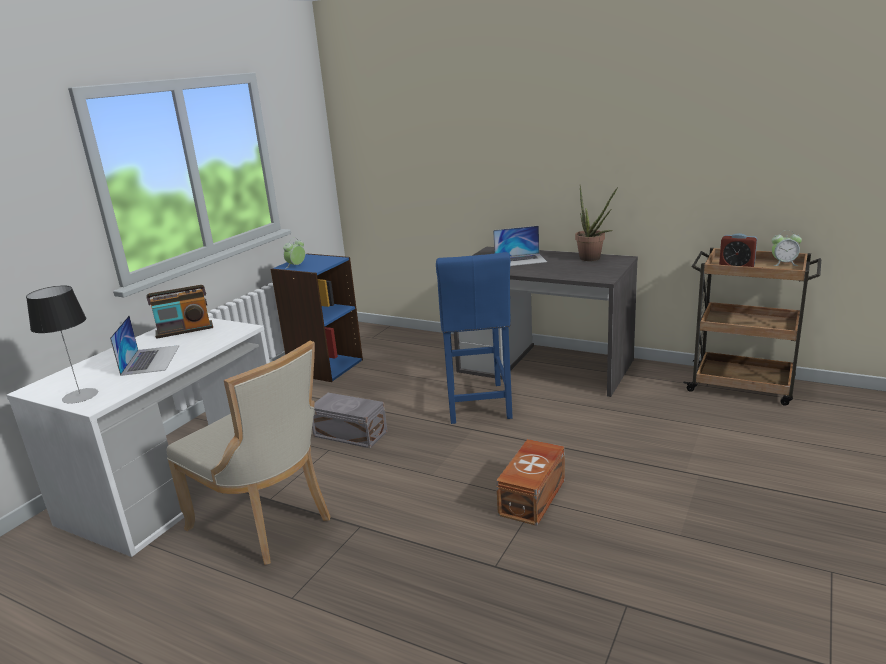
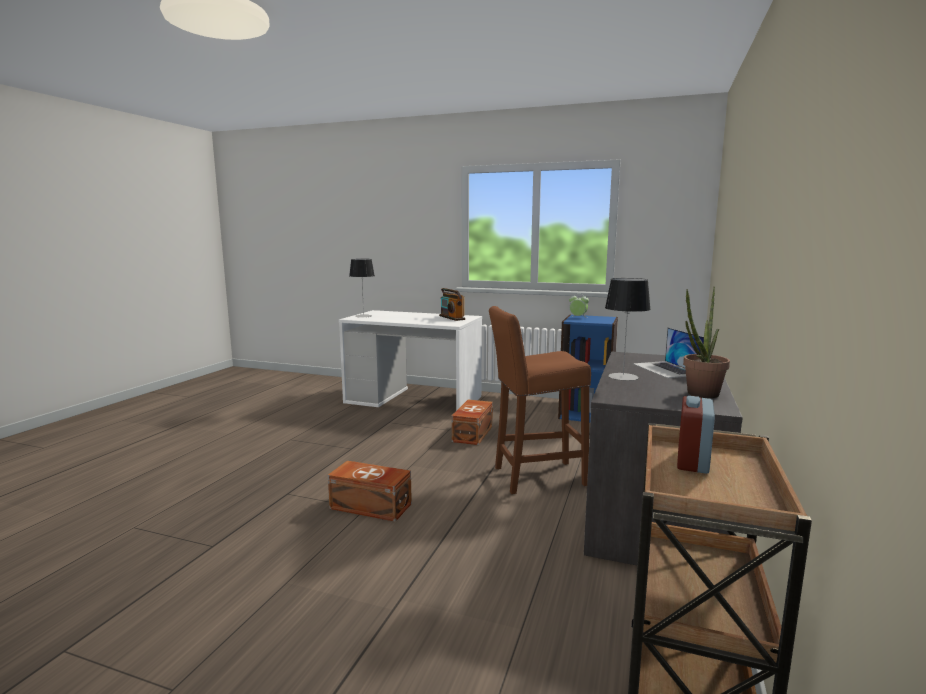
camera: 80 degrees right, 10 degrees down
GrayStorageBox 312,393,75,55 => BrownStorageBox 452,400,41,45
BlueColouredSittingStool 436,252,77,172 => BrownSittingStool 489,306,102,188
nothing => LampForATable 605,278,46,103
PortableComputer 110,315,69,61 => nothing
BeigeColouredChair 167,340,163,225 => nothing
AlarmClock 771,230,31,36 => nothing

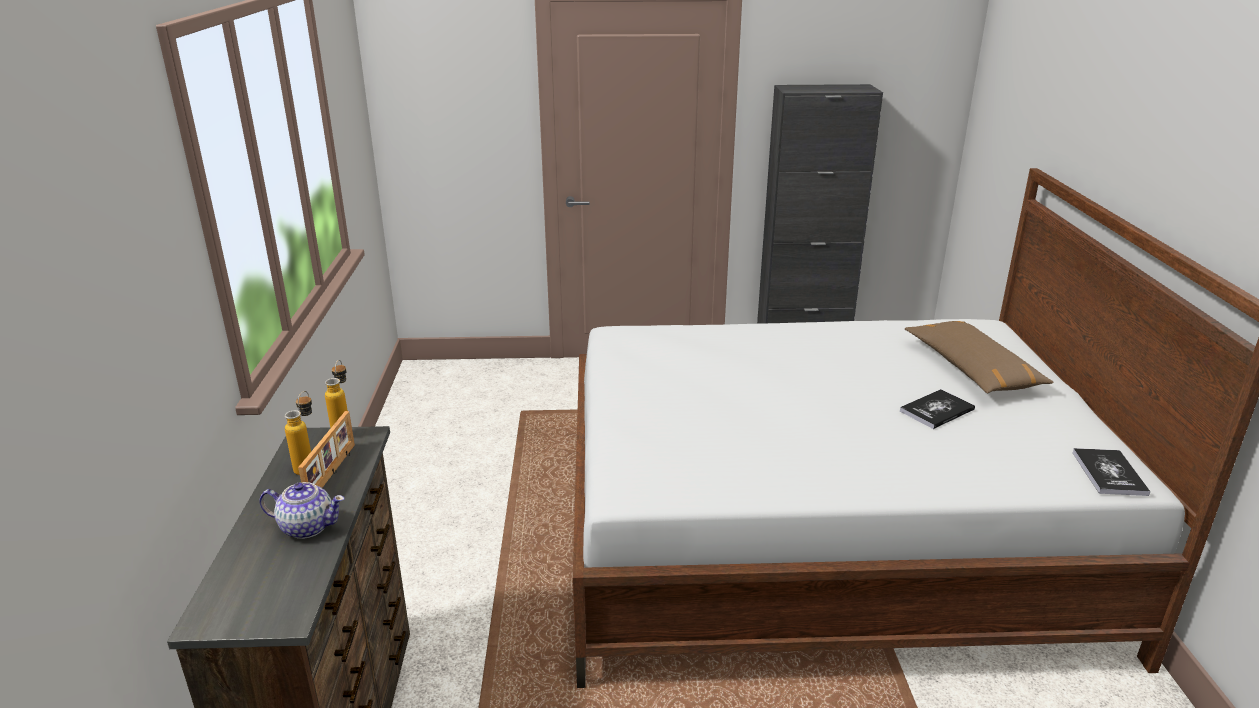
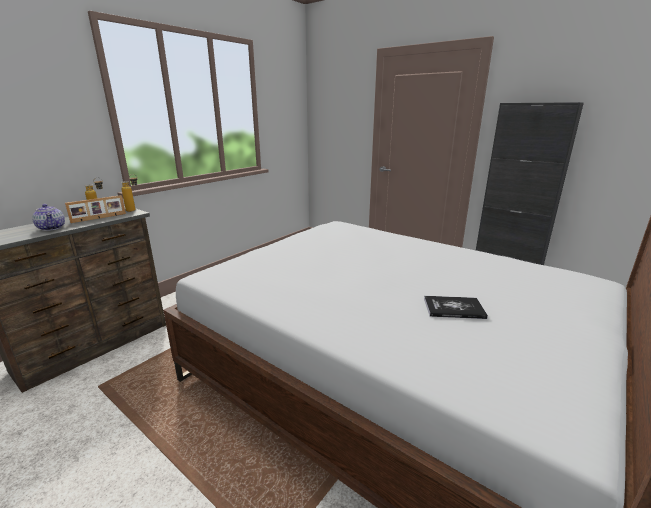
camera: 40 degrees right, 5 degrees down
BrownCushion 905,321,149,73 => nothing
Volume 1072,448,78,48 => nothing

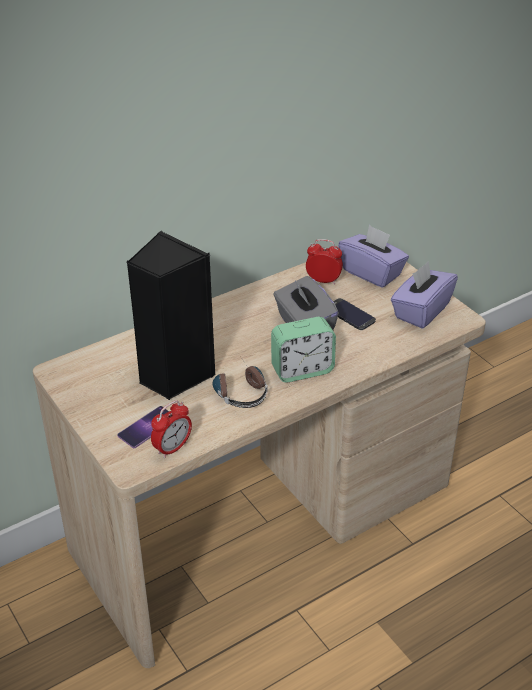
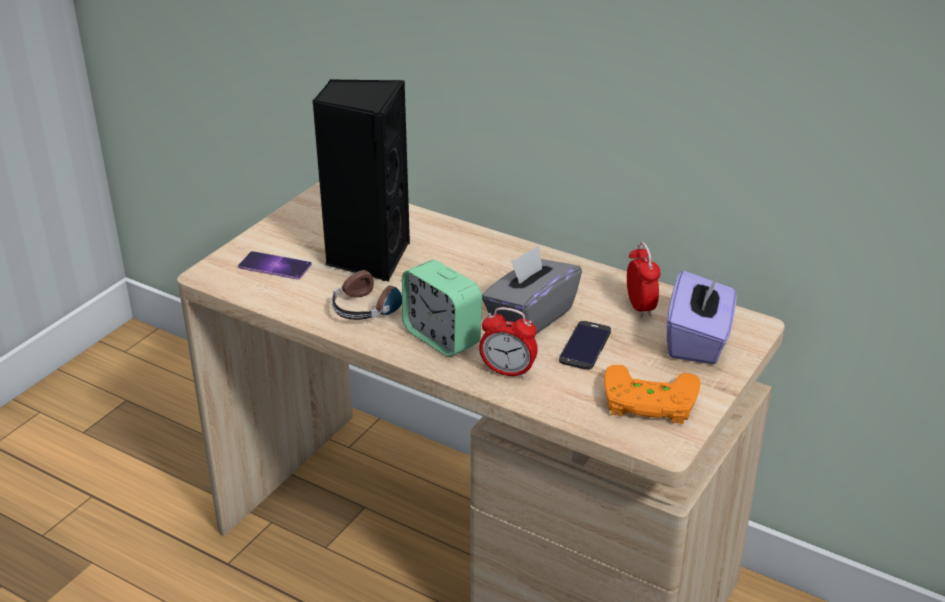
camera: 65 degrees right, 5 degrees down
AlarmClock 151,400,41,58 => AlarmClock 479,307,59,72, shifted
PurpleColouredTissueBox 391,261,67,67 => OrangeyGameController 604,365,96,59

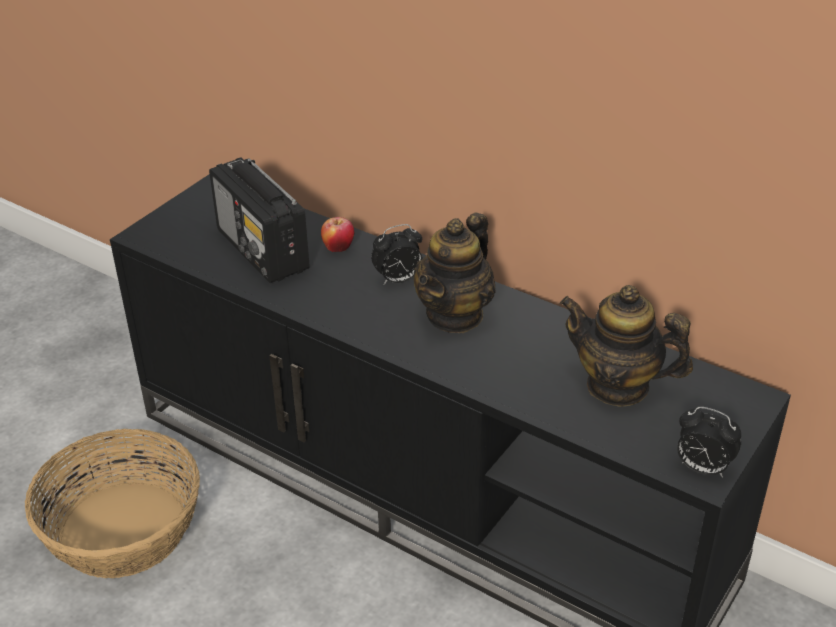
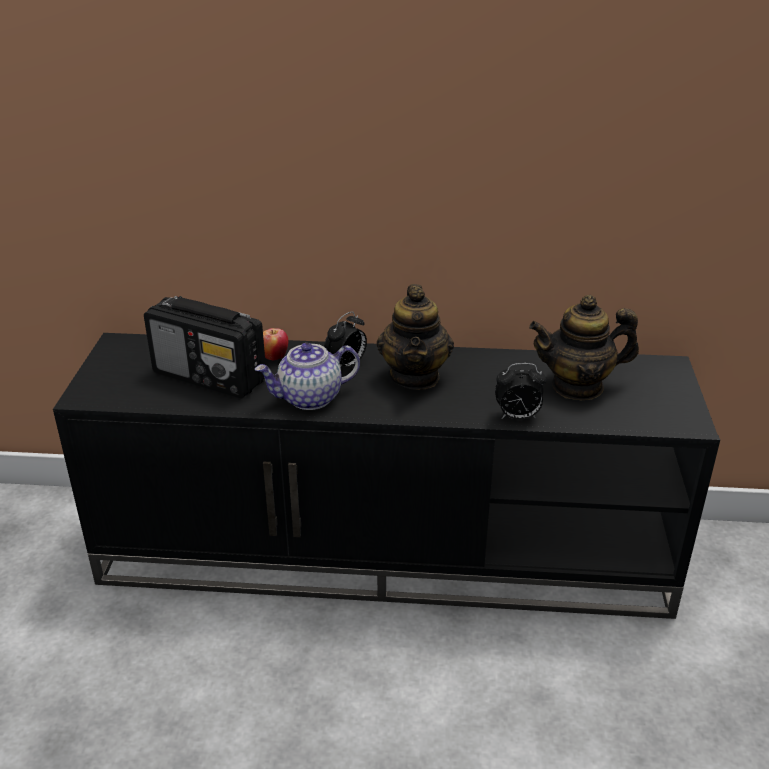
camera: 30 degrees left, 5 degrees down
nothing => PotForTea 255,343,105,67
AlarmClock 677,407,64,70 => AlarmClock 495,363,51,57, shifted
HouseholdBasket 25,429,175,149 => nothing

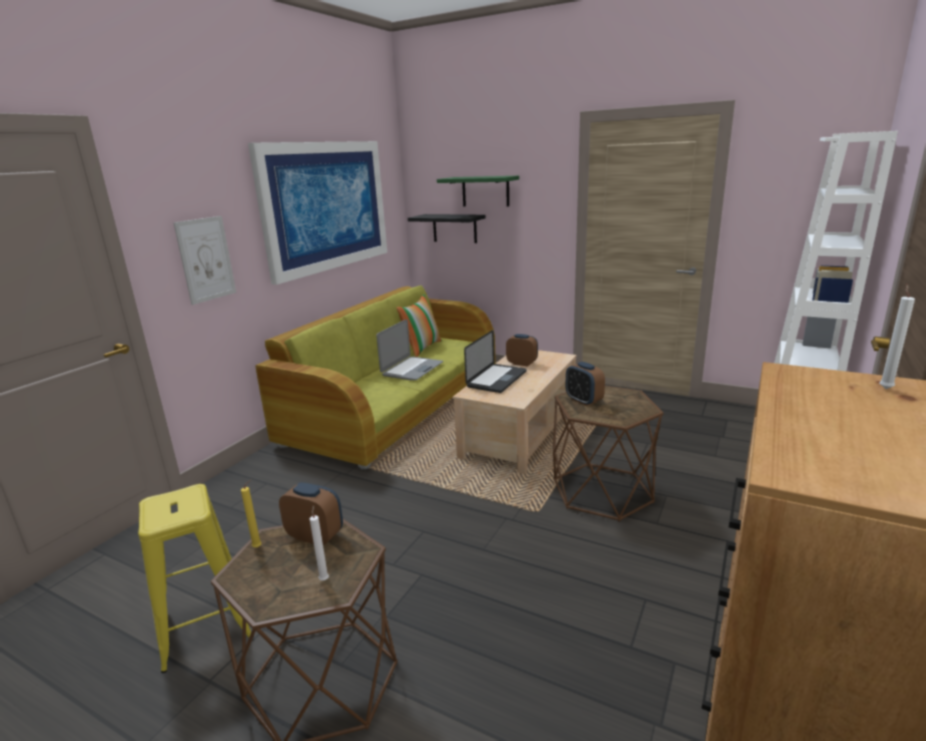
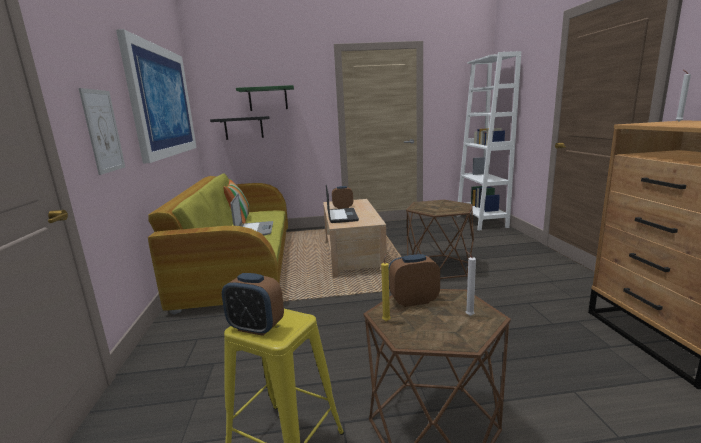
camera: 35 degrees left, 5 degrees down
AlarmClock 565,362,40,44 => AlarmClock 222,273,62,63, shifted

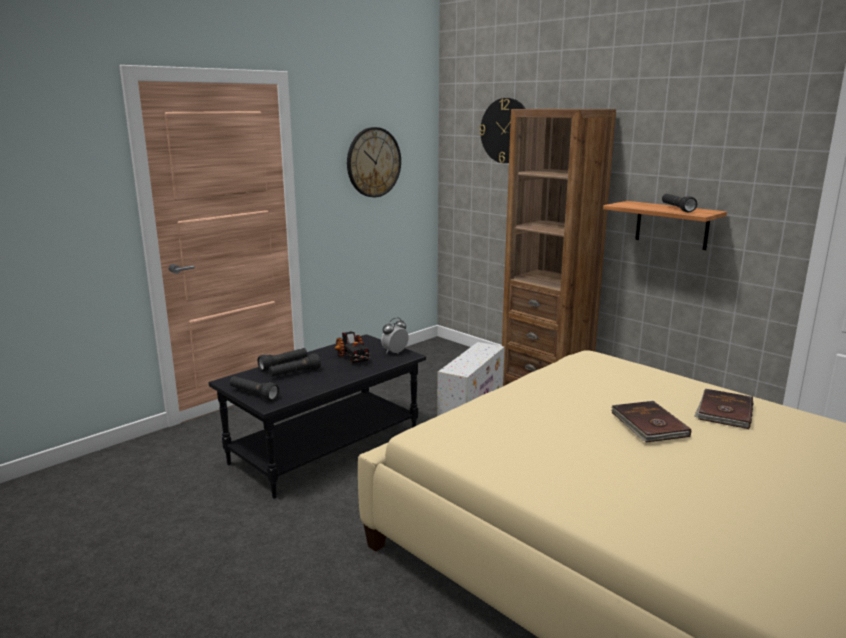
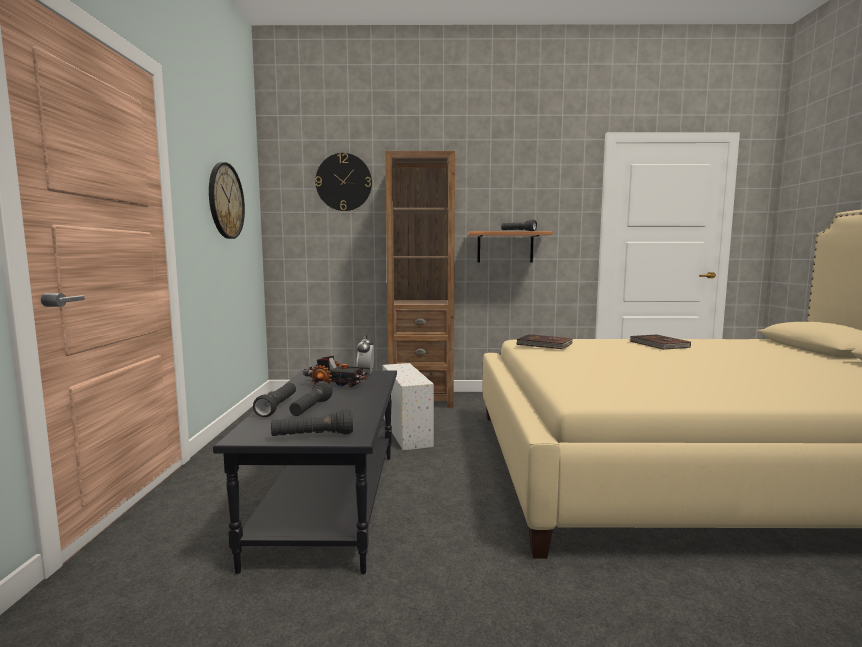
camera: 45 degrees left, 10 degrees down
BrownVolume 611,401,80,42 => BrownVolume 516,334,57,15, shifted

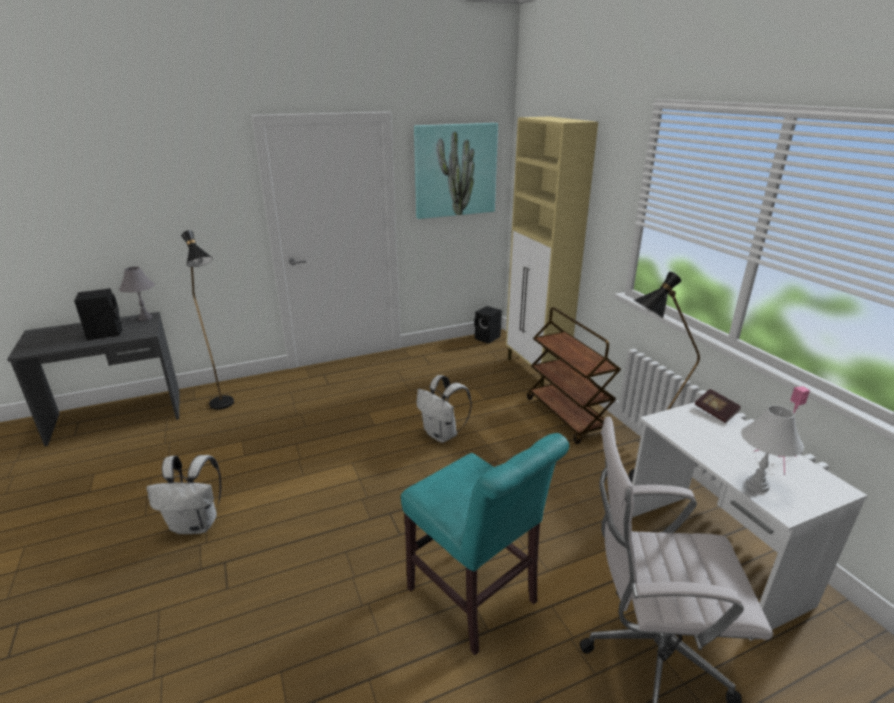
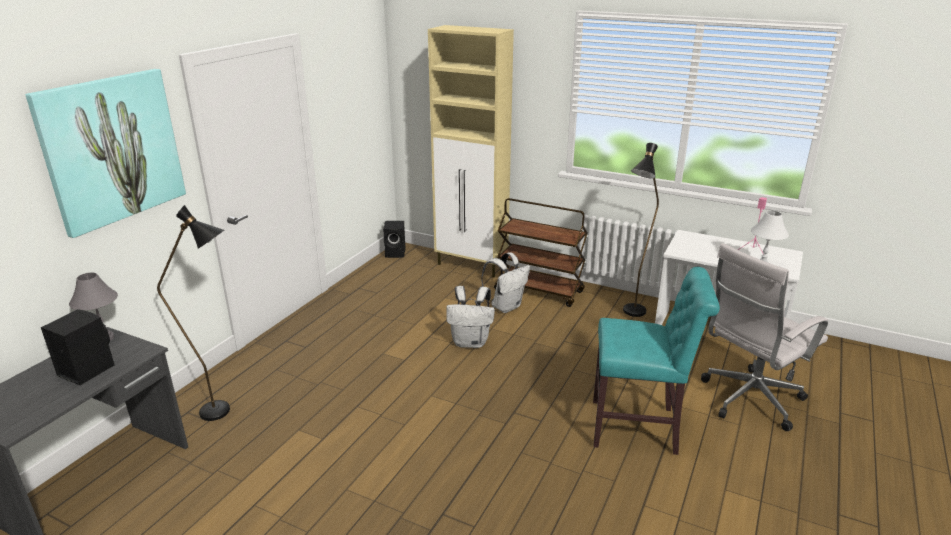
camera: 40 degrees left, 0 degrees up
Picture 414,123,84,96 => Picture 25,69,161,169, shifted
WhitishKnapsack 147,455,74,79 => WhitishKnapsack 481,252,49,61, shifted
Volume 695,389,46,34 => nothing

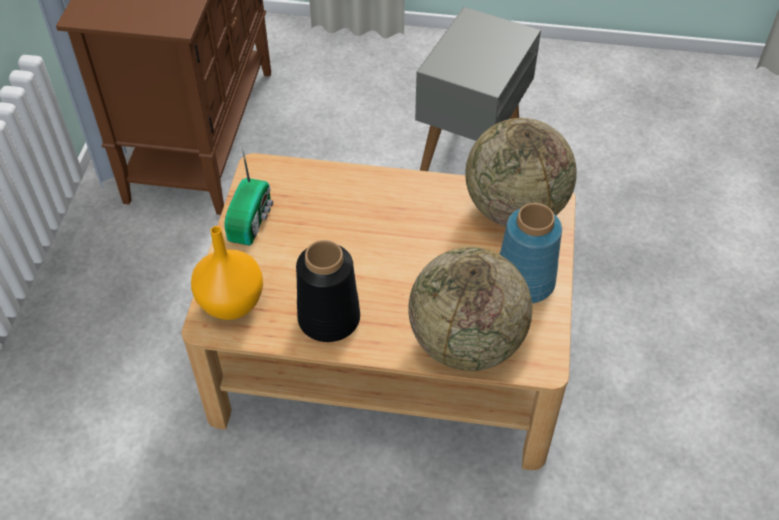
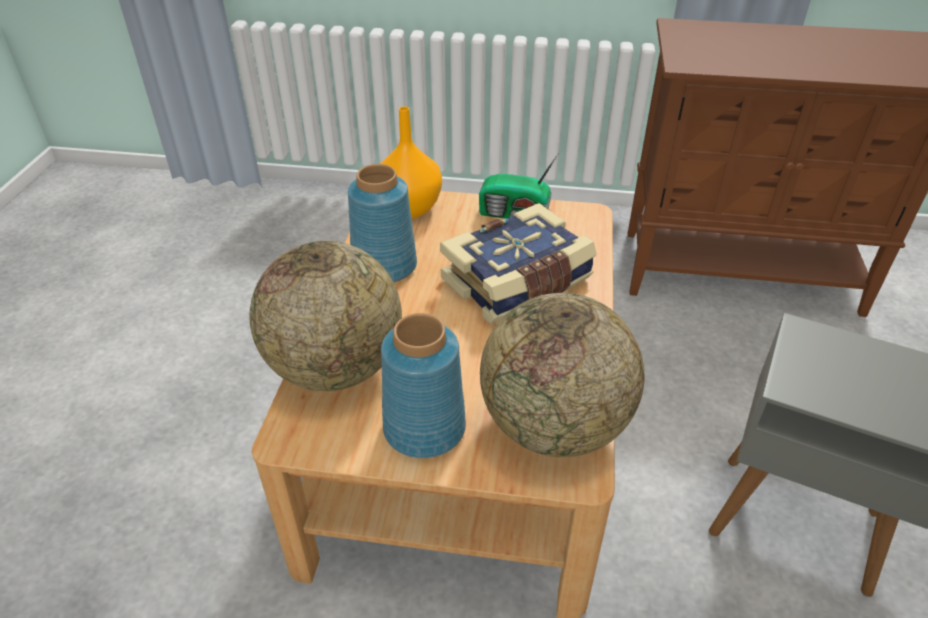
camera: 90 degrees right, 10 degrees down
BlackColouredVase 296,240,64,102 => BlueColouredVase 348,164,69,118
nothing => Volume 440,203,157,121

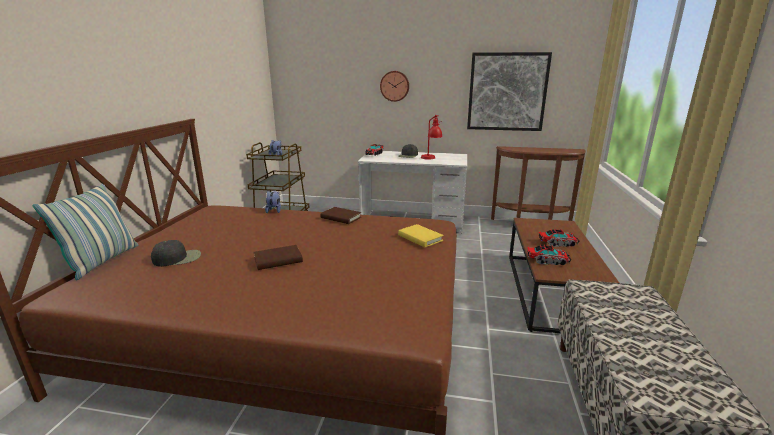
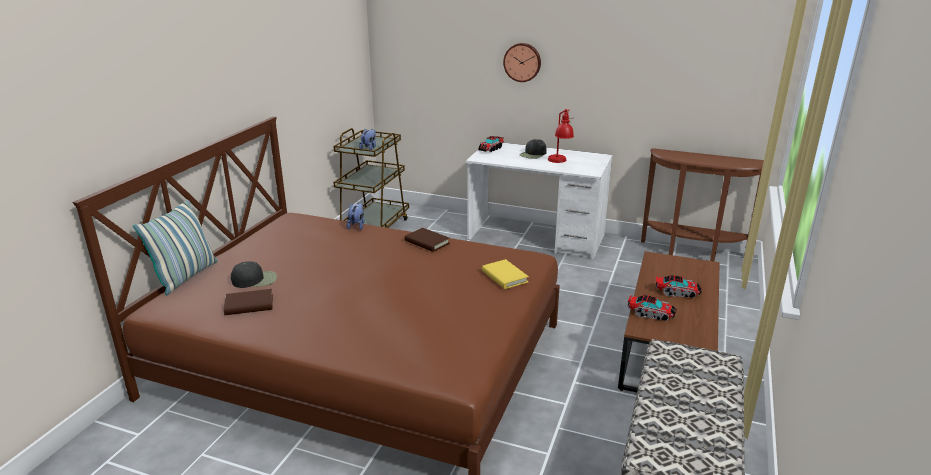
camera: 10 degrees right, 5 degrees up
BrownVolume 253,245,50,25 => BrownVolume 224,289,49,26, shifted
Picture 467,52,85,79 => nothing

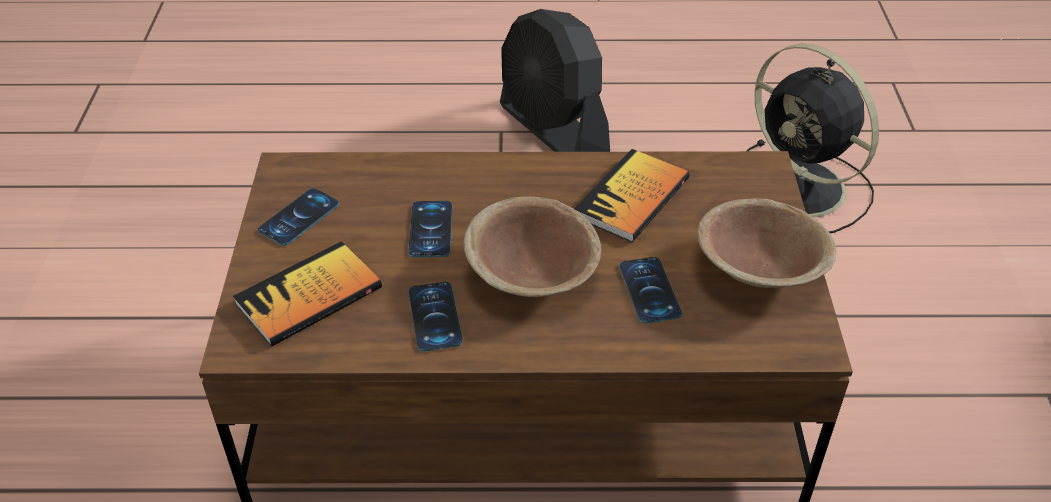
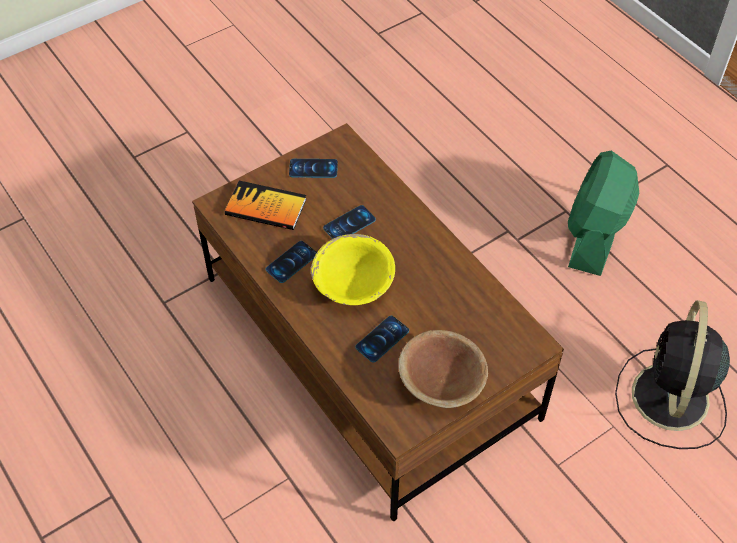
camera: 55 degrees right, 10 degrees up
BrownDeepDish 464,196,137,101 => YellowishDeepDish 311,234,84,71
BlackColouredFan 500,9,110,143 => GreenishFan 568,151,71,125
Volume 574,149,115,93 => nothing

